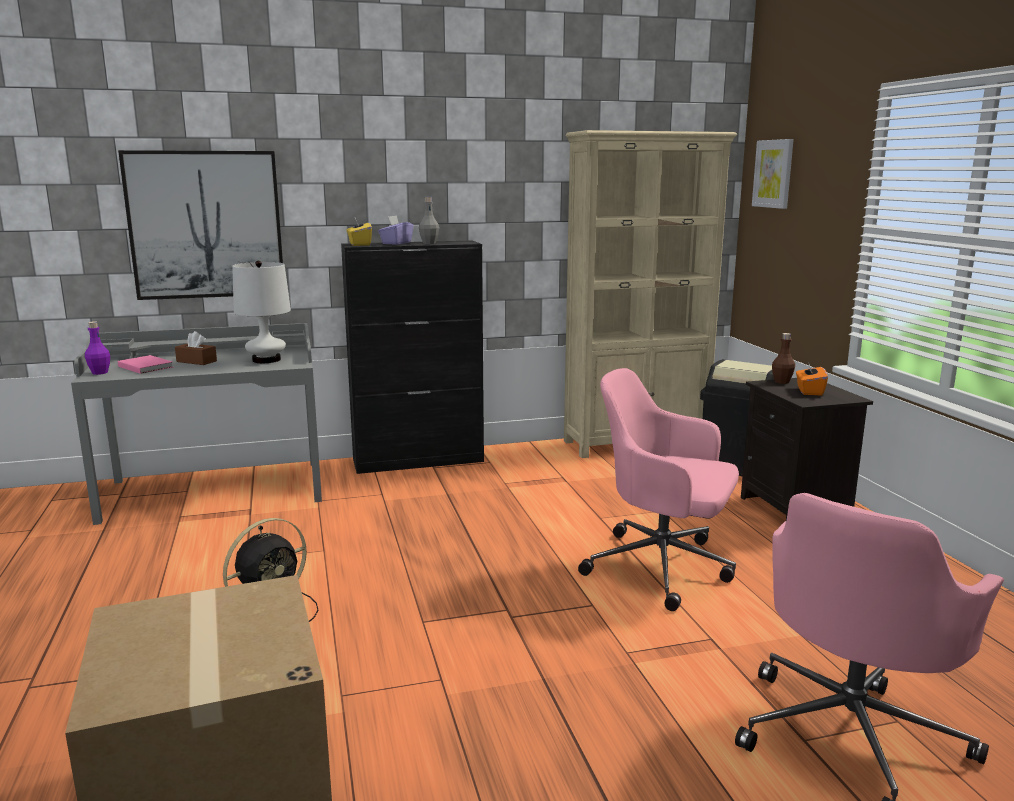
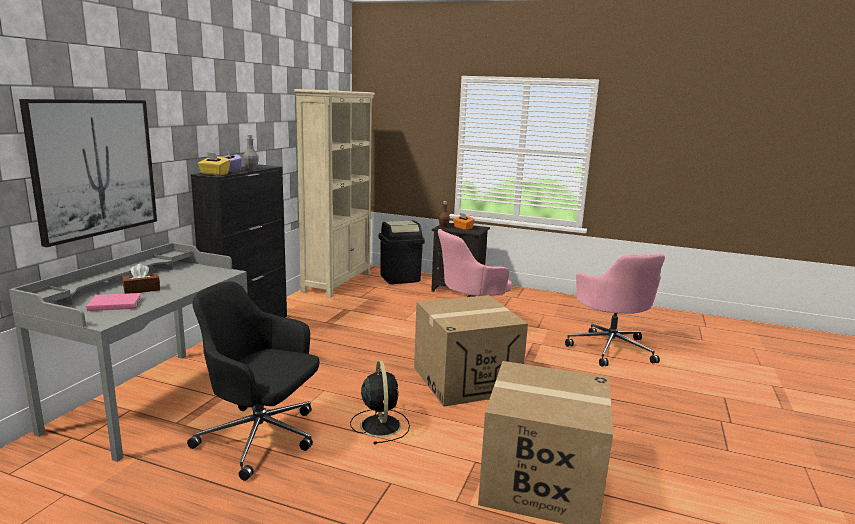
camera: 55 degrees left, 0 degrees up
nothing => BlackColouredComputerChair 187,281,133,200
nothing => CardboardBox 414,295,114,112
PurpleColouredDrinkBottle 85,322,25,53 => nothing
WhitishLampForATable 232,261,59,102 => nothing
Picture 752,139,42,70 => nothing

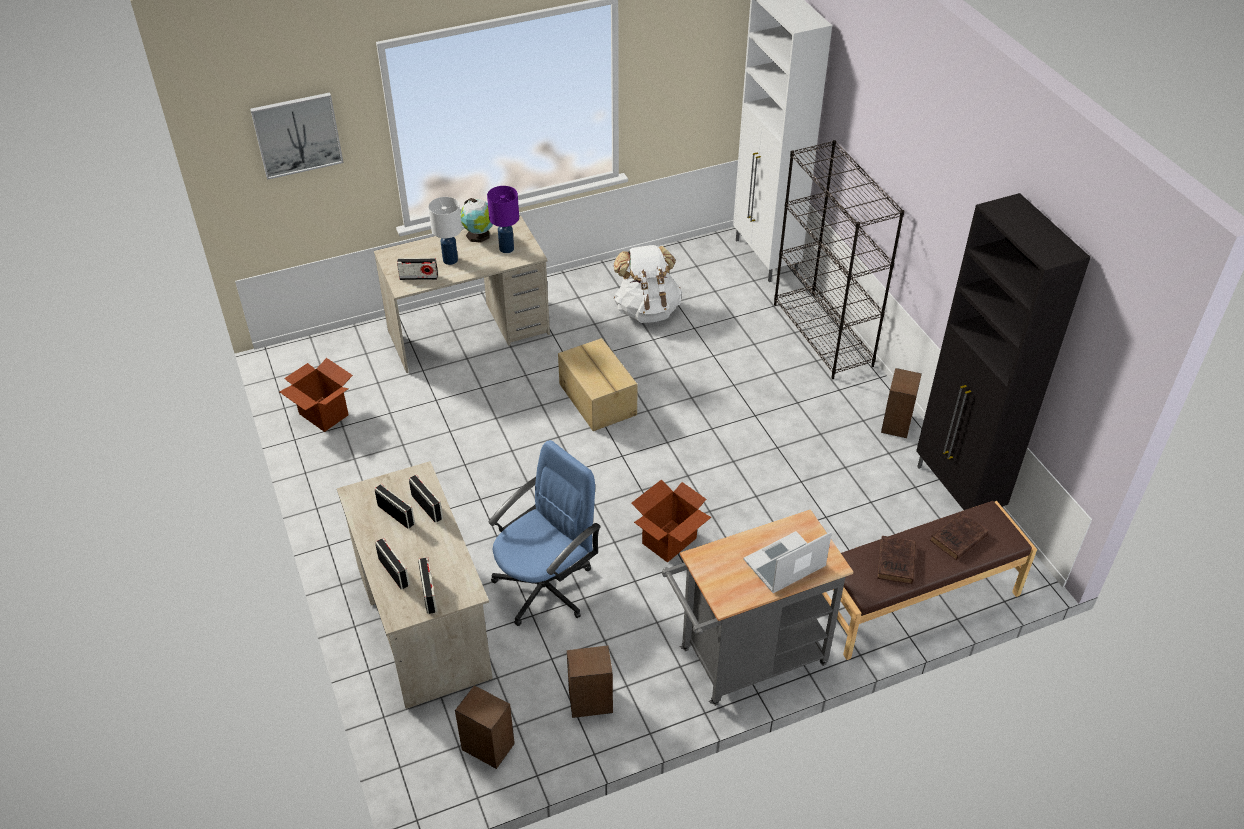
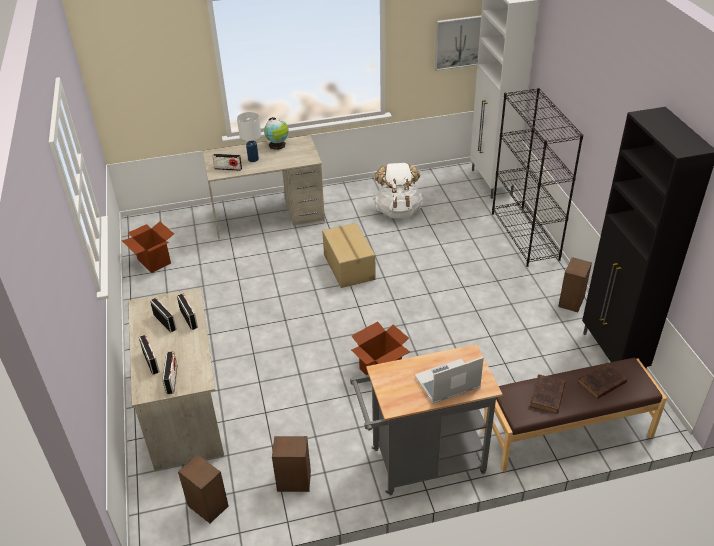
camera: 10 degrees right, 5 degrees down
Picture 250,92,93,88 => Picture 435,16,46,55, shifted
PurpleColouredLampForATable 487,186,32,67 => nothing
BlueColouredComputerChair 489,440,112,186 => nothing

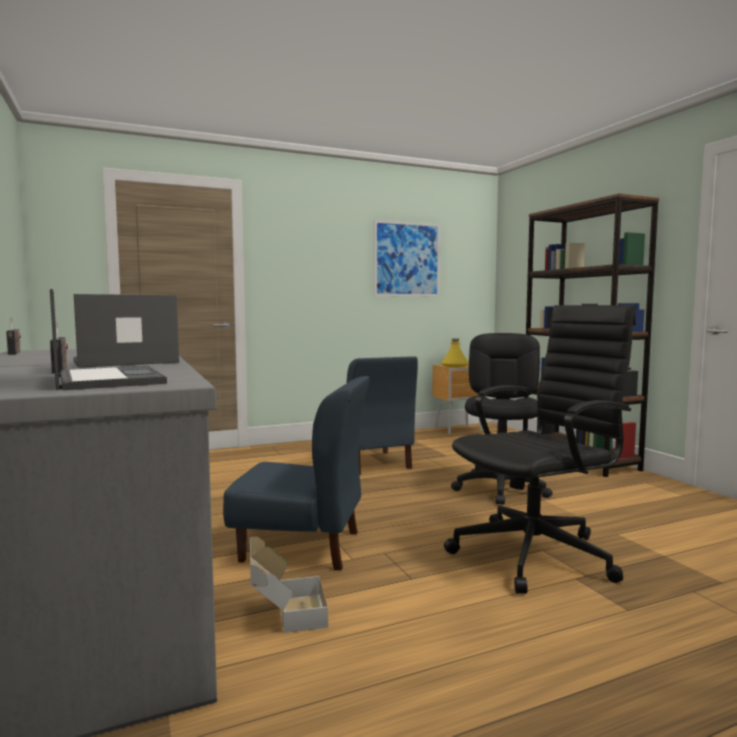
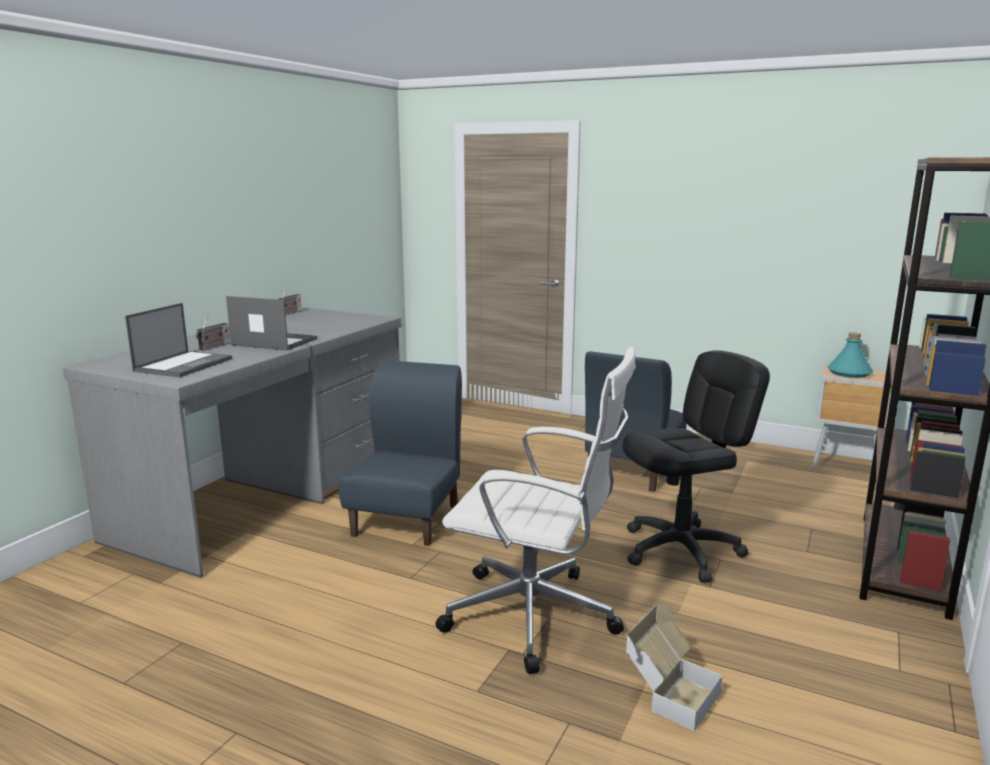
camera: 50 degrees right, 10 degrees up
BlueColouredChair 223,376,147,195 => BlueColouredChair 339,360,123,186, 135 degrees counterclockwise
BlackColouredComputerChair 444,305,192,289 => WhitishComputerChair 435,347,201,327
CardboardBox 250,537,78,96 => CardboardBox 626,605,96,126, shifted
YellowishDrinkBottle 441,339,28,28 => TurquoiseColouredDrinkBottle 827,332,46,46
Picture 374,220,66,77 => nothing

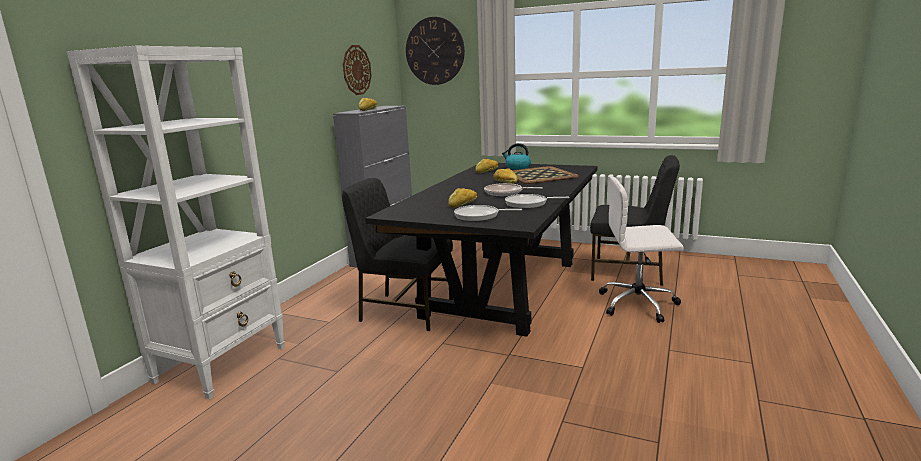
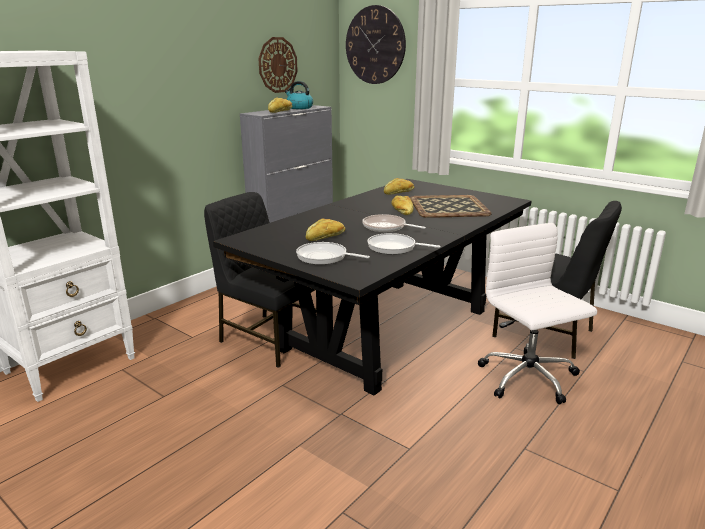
camera: 15 degrees right, 5 degrees up
WaterKettle 502,143,29,26 => WaterKettle 285,81,28,28, shifted
WhitishComputerChair 599,176,85,147 => WhitishComputerChair 478,223,119,181, 45 degrees clockwise

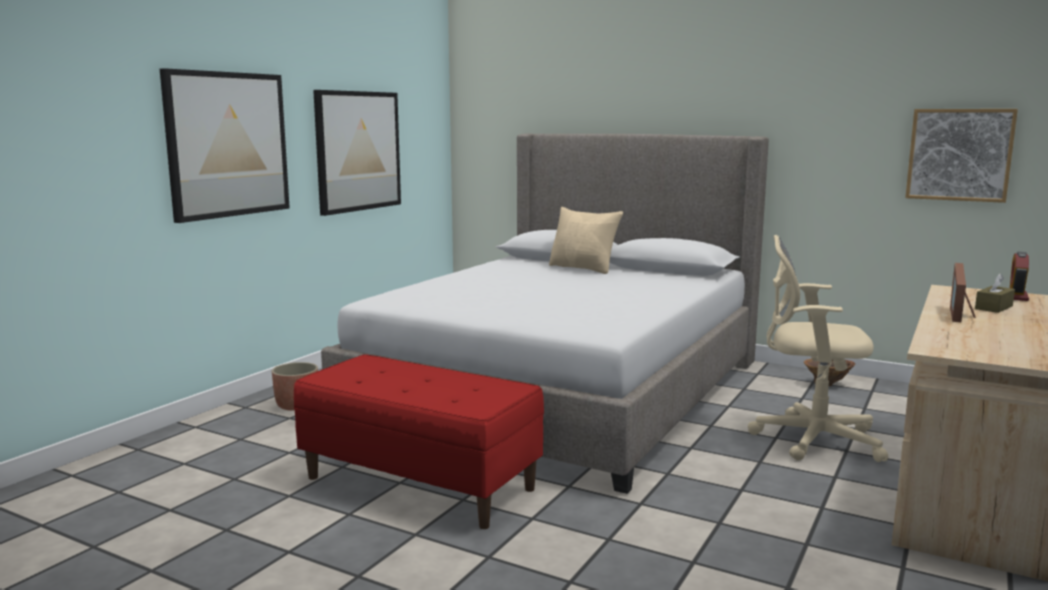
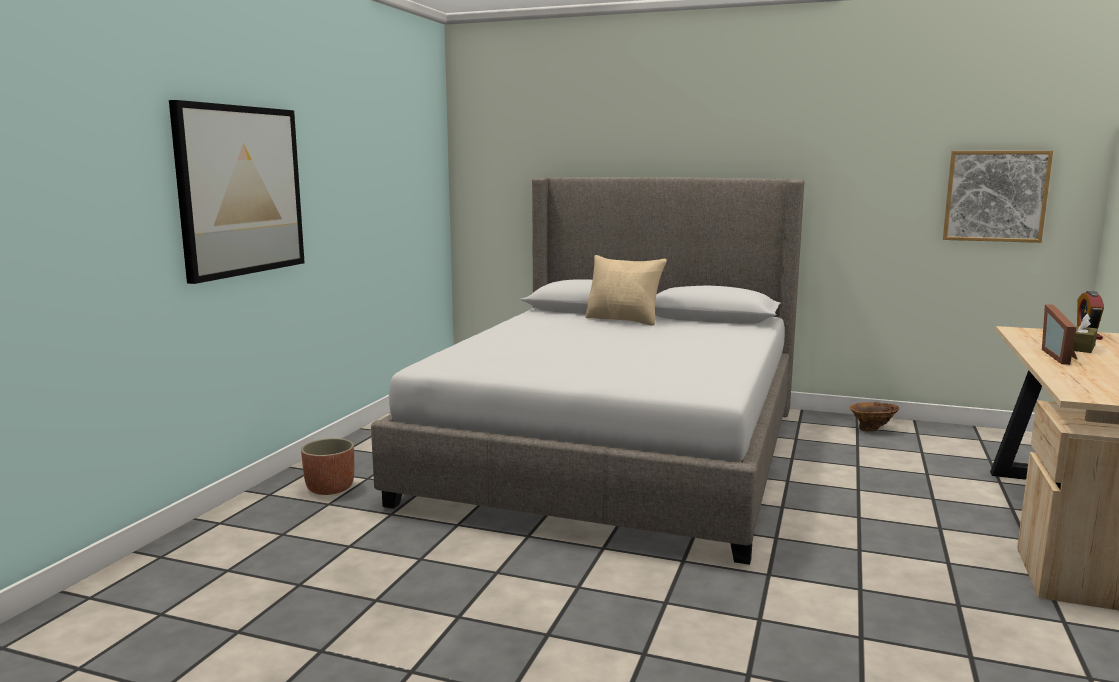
camera: 10 degrees left, 0 degrees up
RedColouredIndoorBench 294,354,250,175 => nothing
Picture 313,90,88,126 => nothing
BeigeColouredComputerChair 748,235,140,227 => nothing

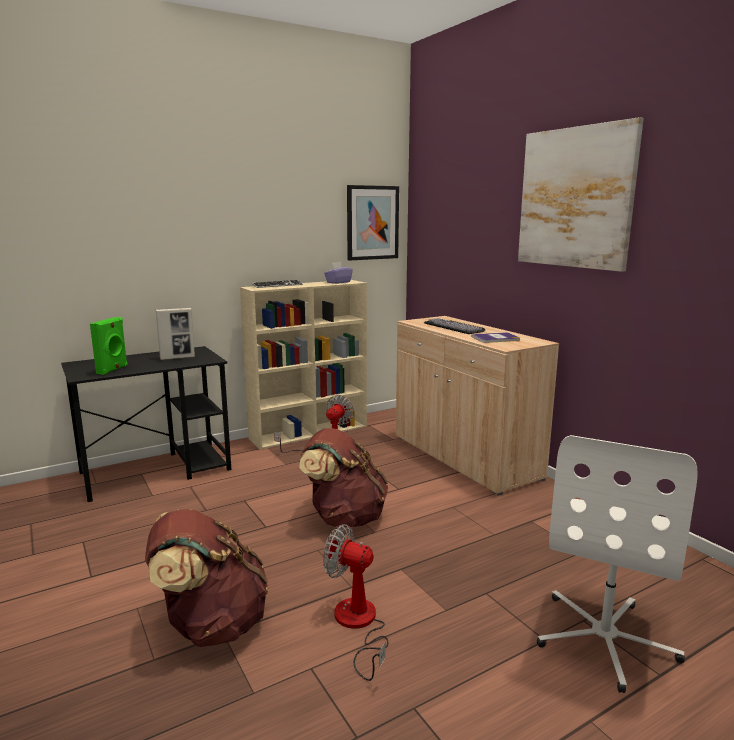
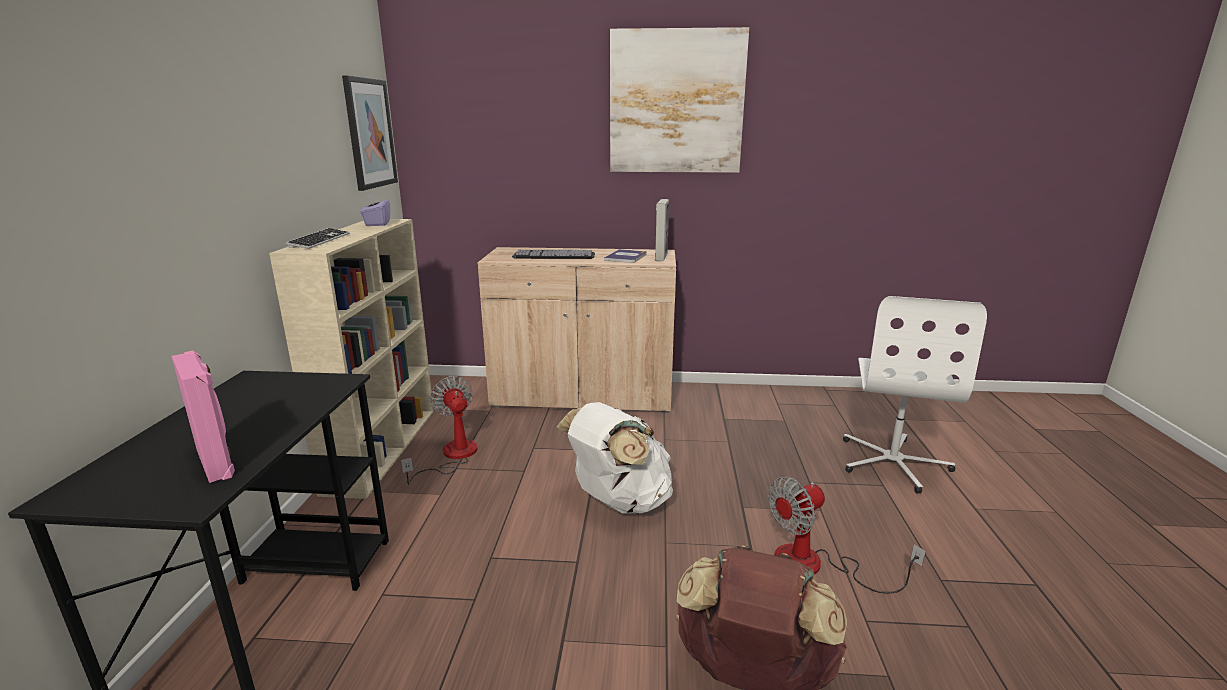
camera: 55 degrees left, 5 degrees up
GreenishSpeaker 90,317,38,58 => PinkishSpeaker 172,351,63,132
BrownKnapsack 299,428,89,99 => WhitishKnapsack 556,402,117,112
PhotoFrame 156,308,39,52 => PhotoFrame 655,199,14,62, shifted
WhitishComputerChair 537,435,161,258 => WhitishComputerChair 843,296,144,198, 45 degrees clockwise

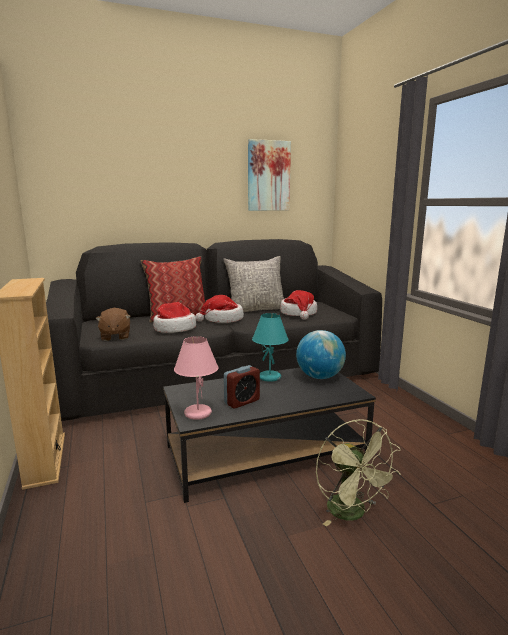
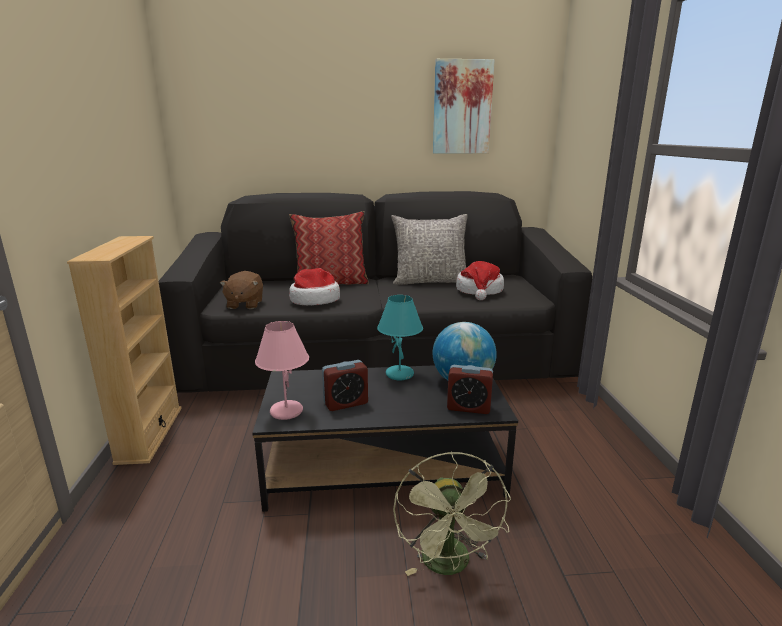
camera: 15 degrees right, 5 degrees up
nothing => AlarmClock 447,365,46,49
Hat 195,295,49,28 => nothing

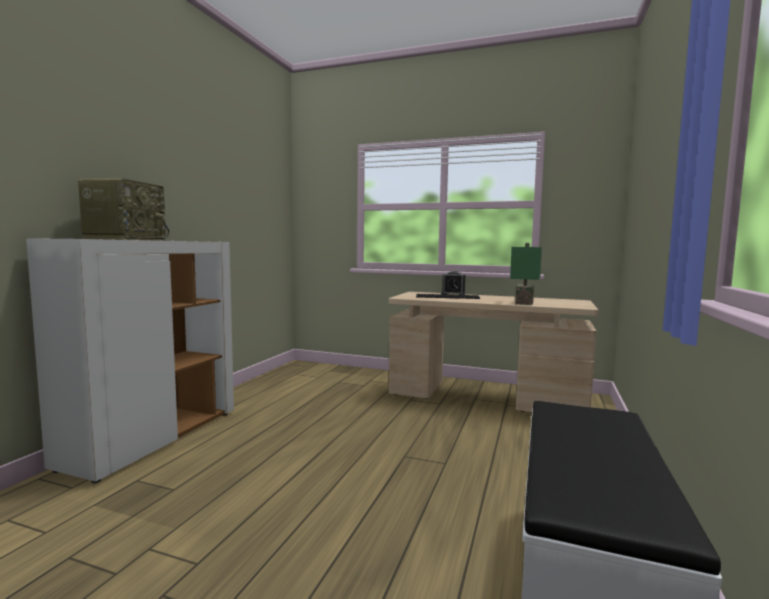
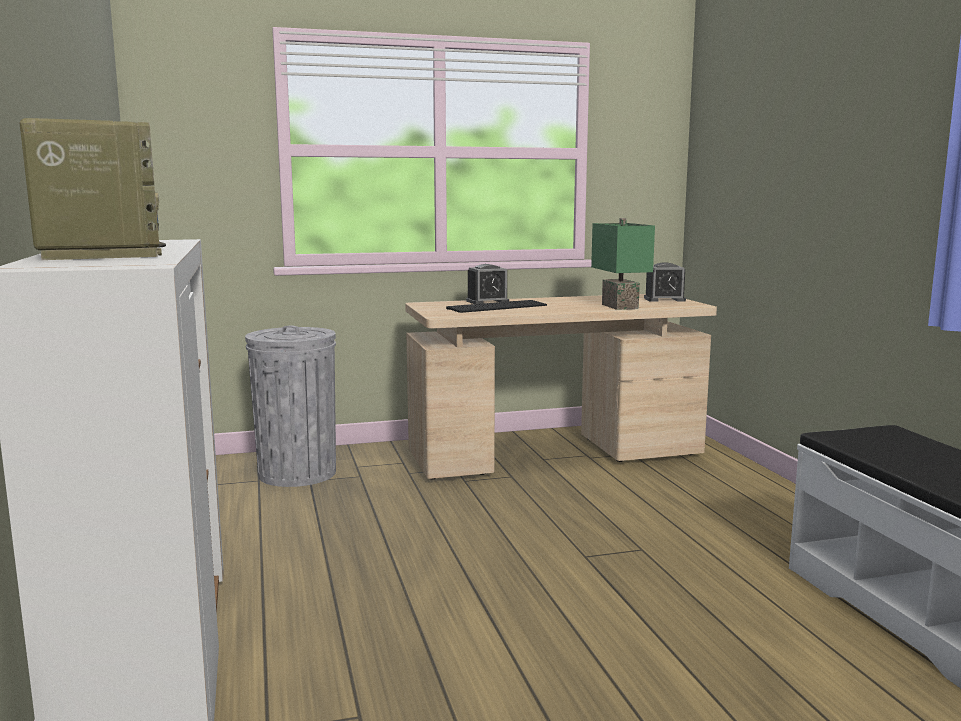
camera: 35 degrees left, 5 degrees up
nothing => GrayTrashCan 245,325,91,162
nothing => AlarmClock 644,262,42,40

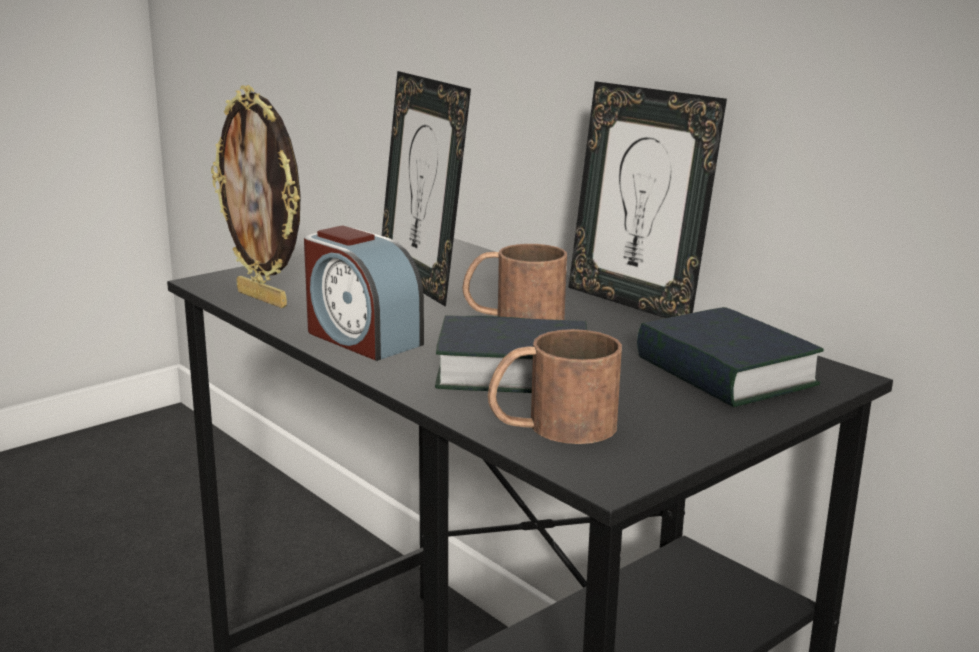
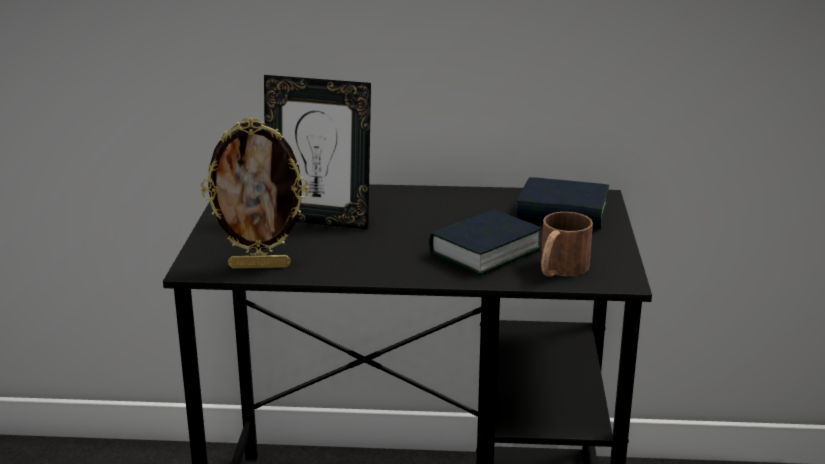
camera: 45 degrees left, 5 degrees up
AlarmClock 304,225,120,136 => nothing
BrownTeaMug 463,244,104,76 => nothing
PhotoFrame 568,81,159,237 => nothing

